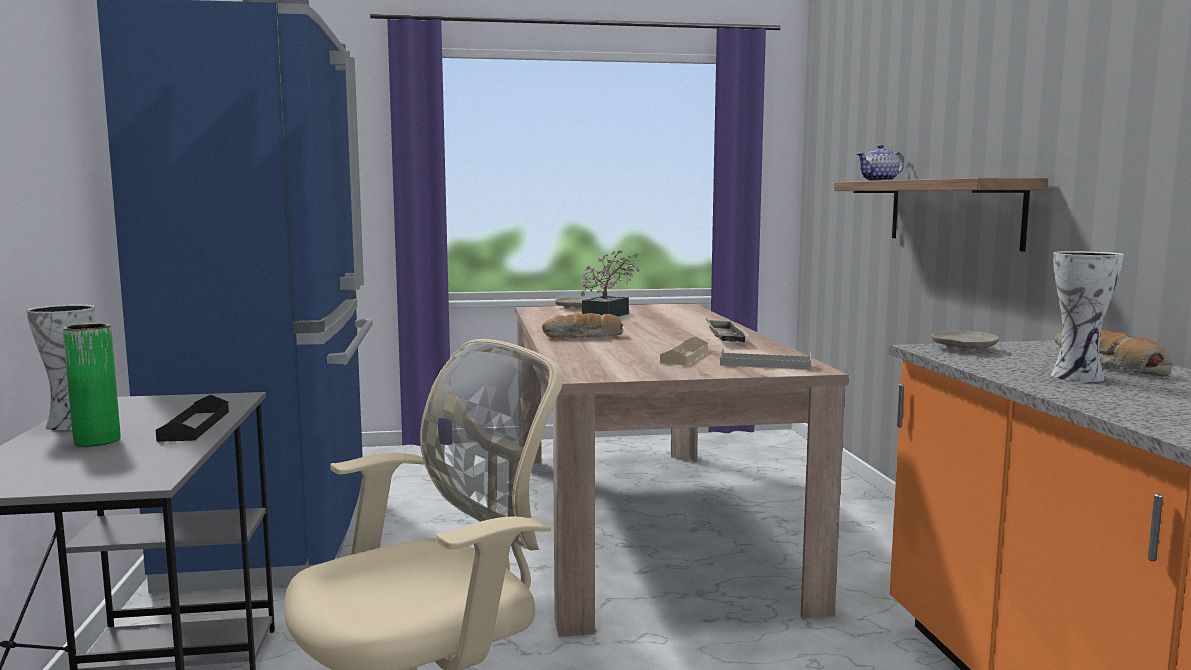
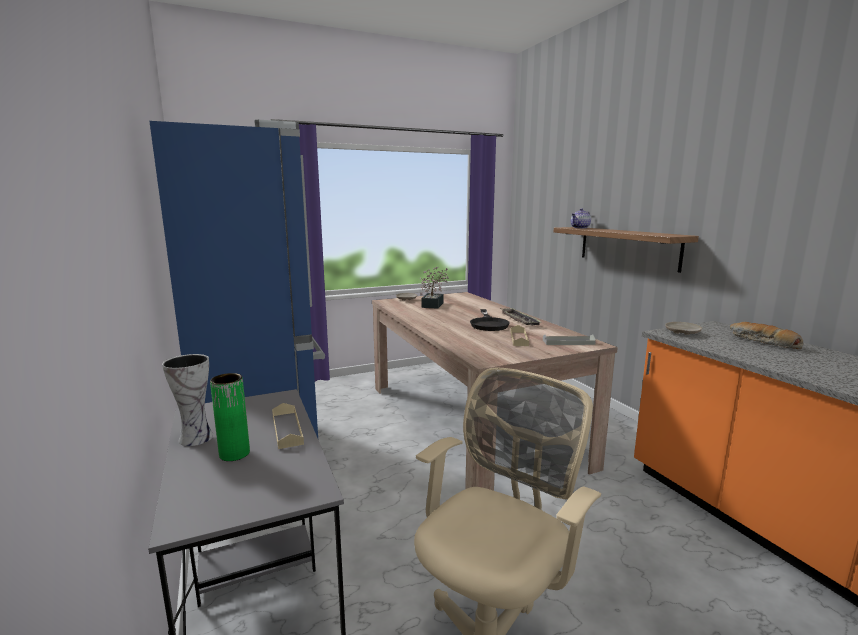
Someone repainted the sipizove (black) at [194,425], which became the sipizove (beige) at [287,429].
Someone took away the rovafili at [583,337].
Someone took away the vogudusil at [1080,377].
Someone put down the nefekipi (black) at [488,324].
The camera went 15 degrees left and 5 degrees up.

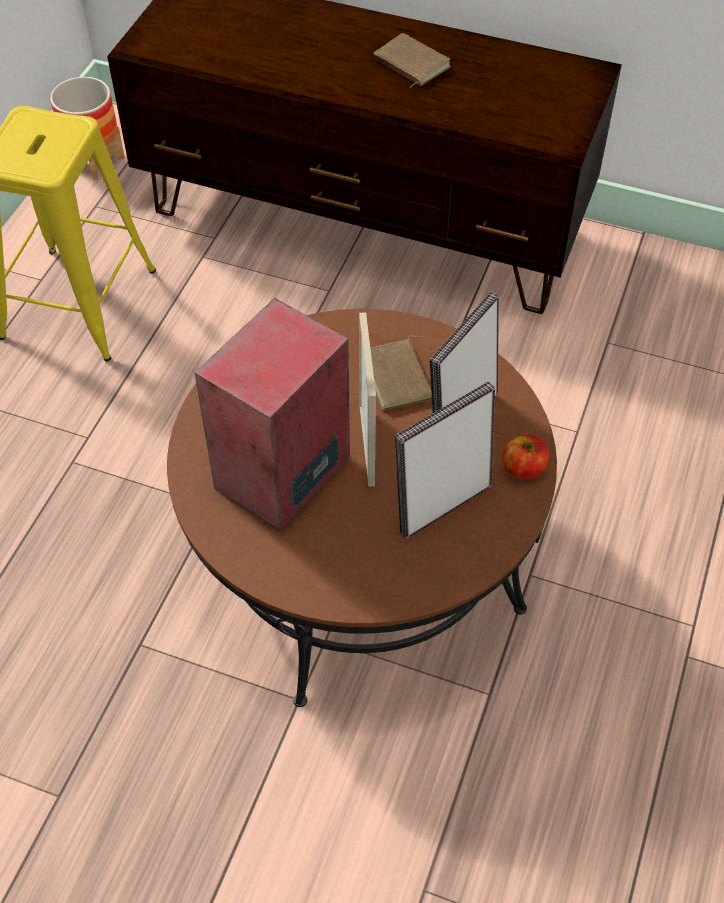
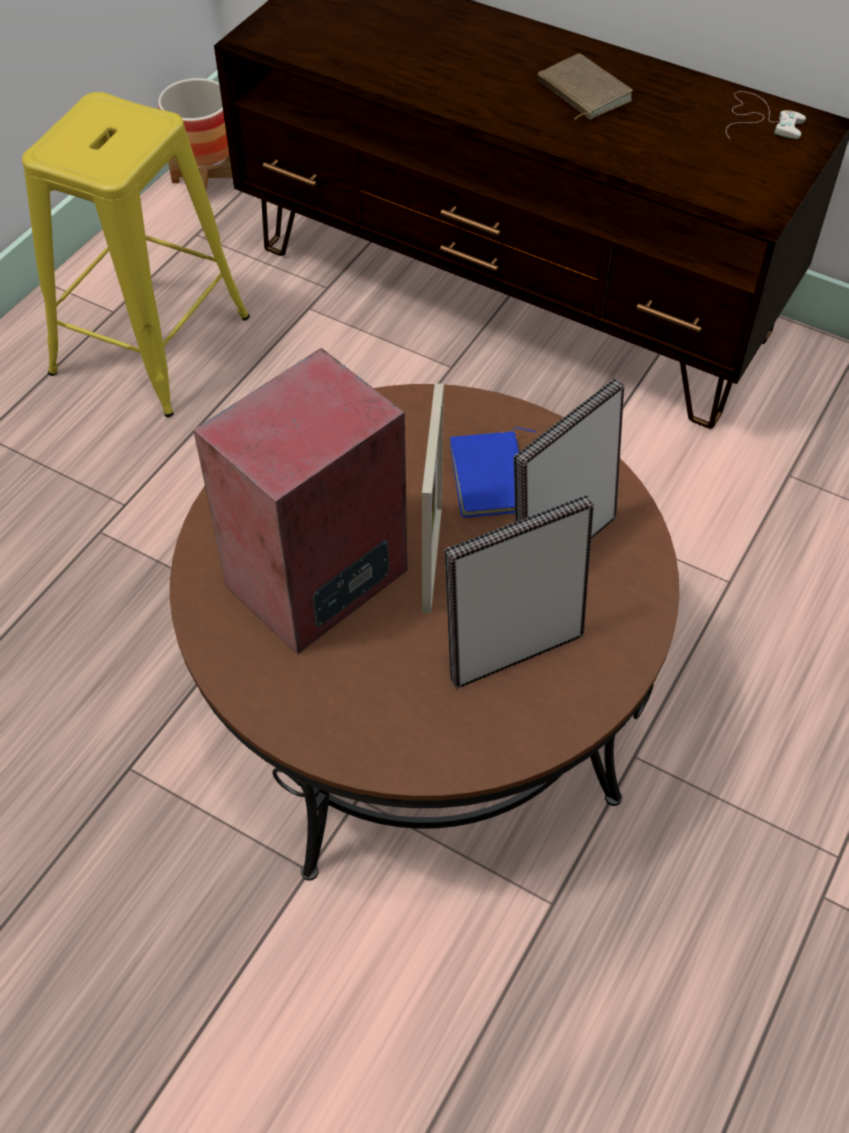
Someone repainted the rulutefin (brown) at [399,377], which became the rulutefin (blue) at [493,478].
Someone took away the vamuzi at [523,468].
Someone put down the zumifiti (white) at [760,119].
The camera went 10 degrees right and 0 degrees up.

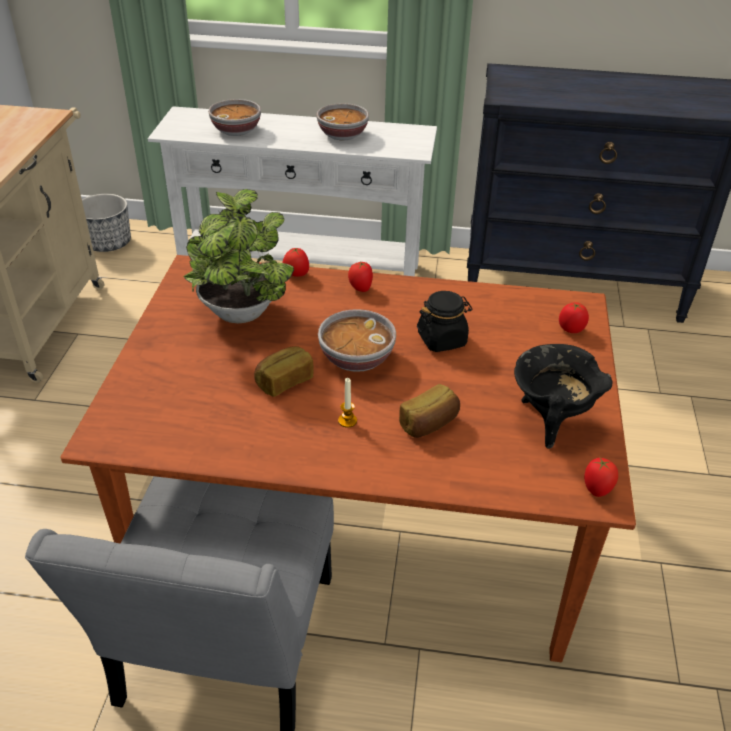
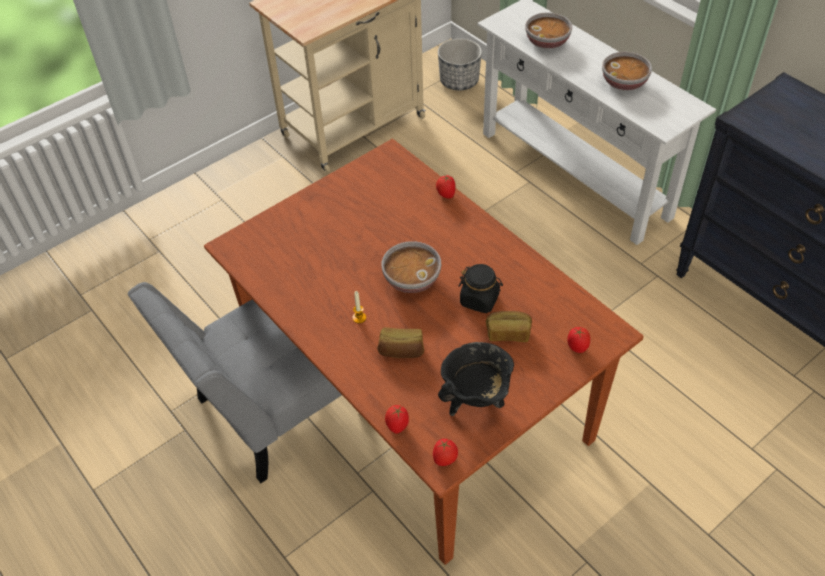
Someone took away the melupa at [240,315].
Someone carried the rovafili from [284,381] to [508,332].
Someone carried the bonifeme from [360,288] to [397,426].
The camera went 45 degrees right and 10 degrees up.

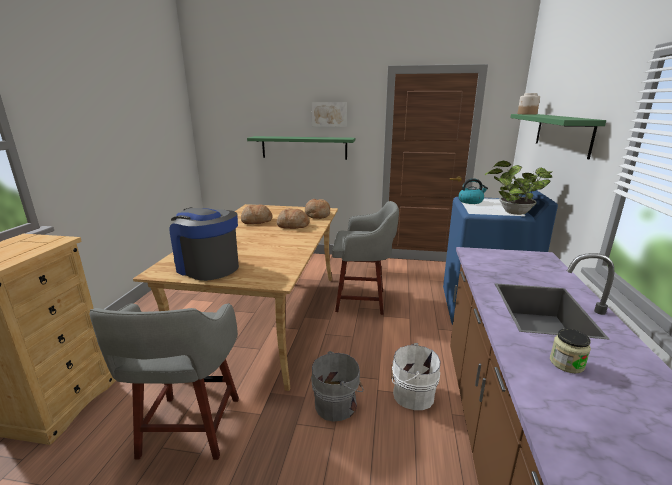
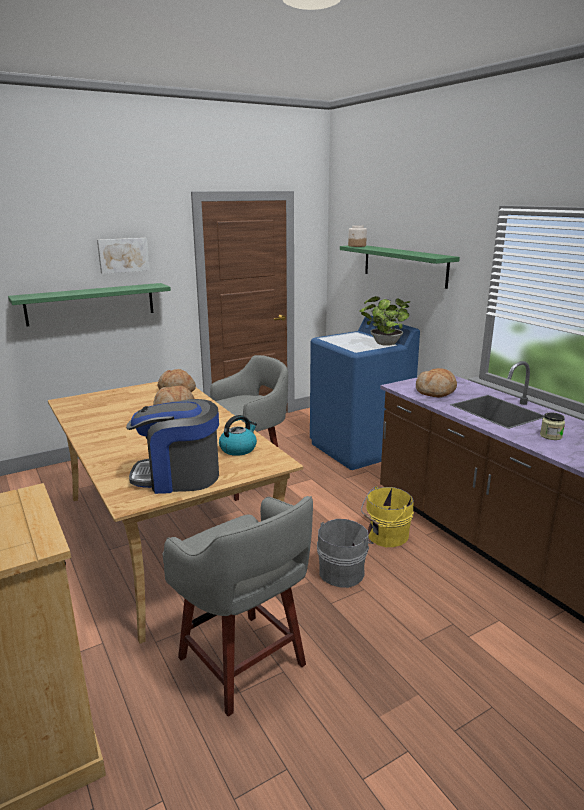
Someone carried the rovafili from [256,221] to [435,391].
Someone repainted the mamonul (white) at [411,394], which became the mamonul (yellow) at [385,536].
Someone carried the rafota from [471,201] to [238,449].
The camera went 40 degrees left and 0 degrees up.

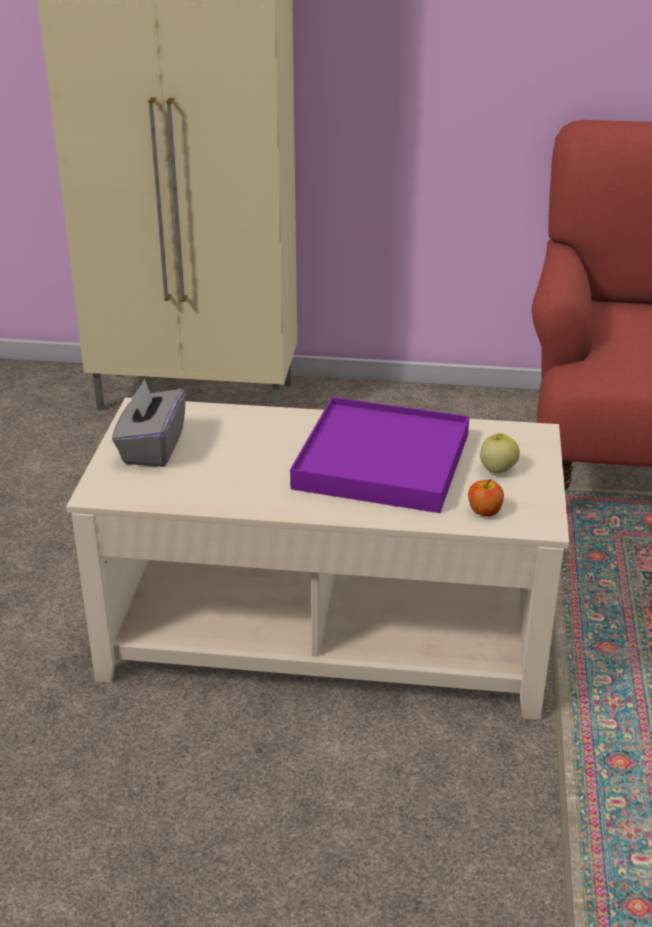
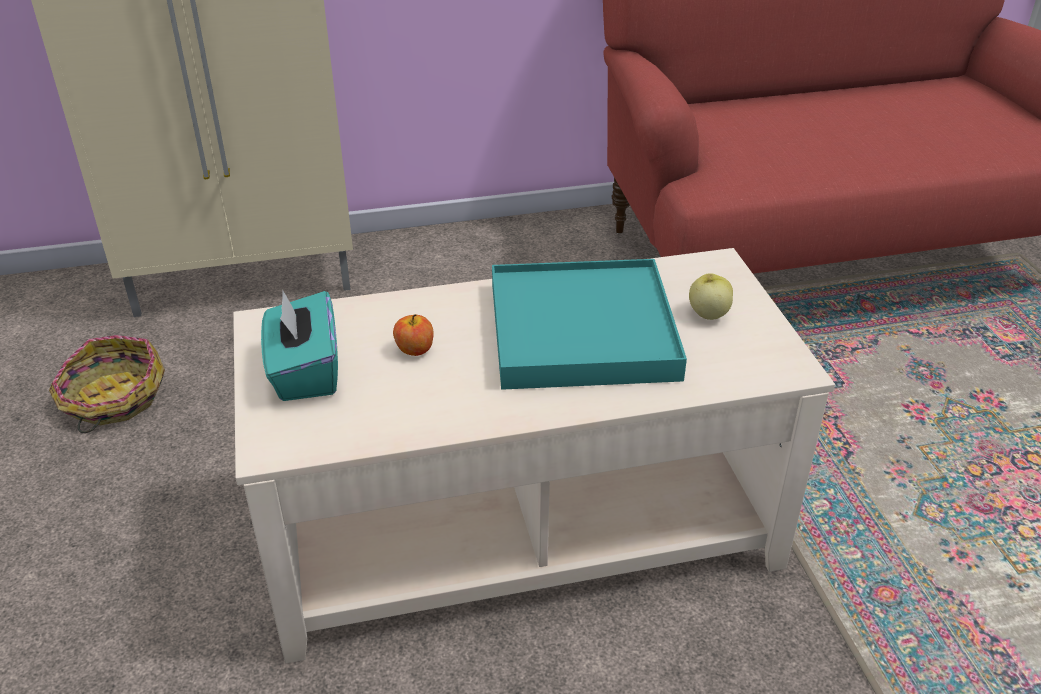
Someone repainted the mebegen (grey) at [152,448], which became the mebegen (turquoise) at [304,372].
Someone repainted the sipizove (purple) at [381,461], which became the sipizove (turquoise) at [581,331].
Someone carried the vamuzi from [484,511] to [414,350].
Someone put down the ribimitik at [112,399].
The camera went 20 degrees left and 5 degrees up.

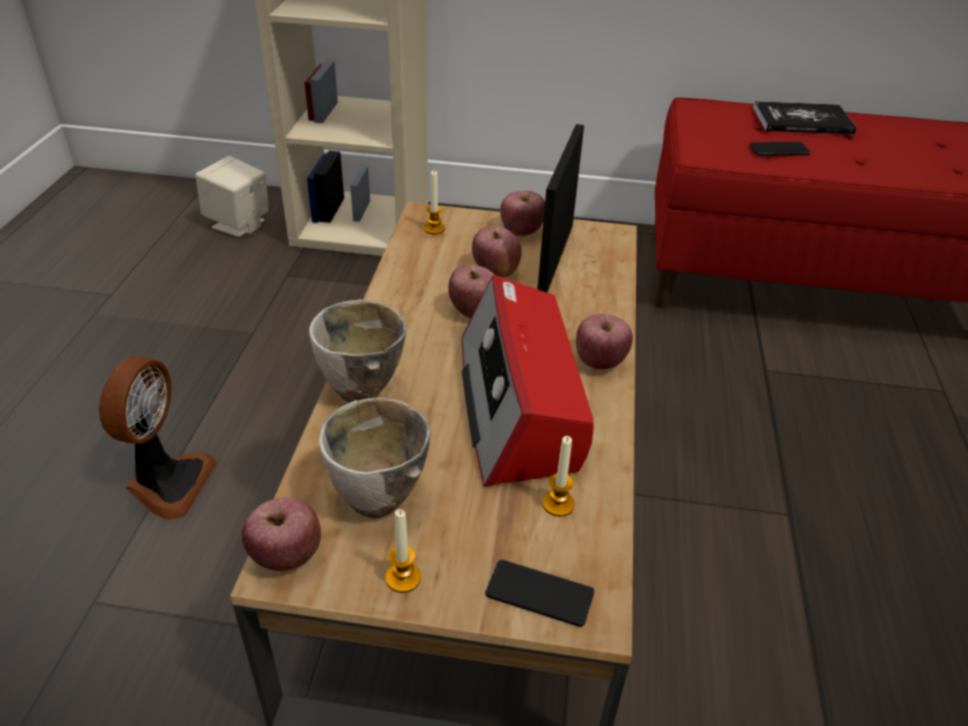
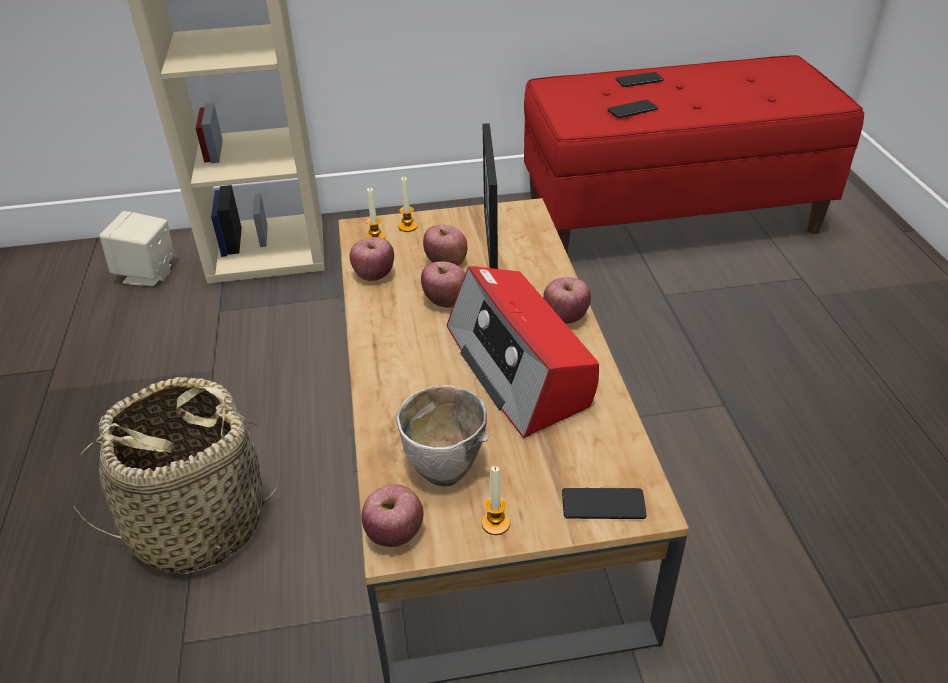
Someone swapped the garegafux at [168,482] for the ribimitik at [198,523].
Someone took away the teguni at [362,391].
Someone carried the vamuzi from [521,231] to [374,275].
Someone carried the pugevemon from [558,504] to [408,226].
Someone swapped the rulutefin at [802,120] for the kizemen at [639,80].
The camera went 15 degrees left and 0 degrees up.

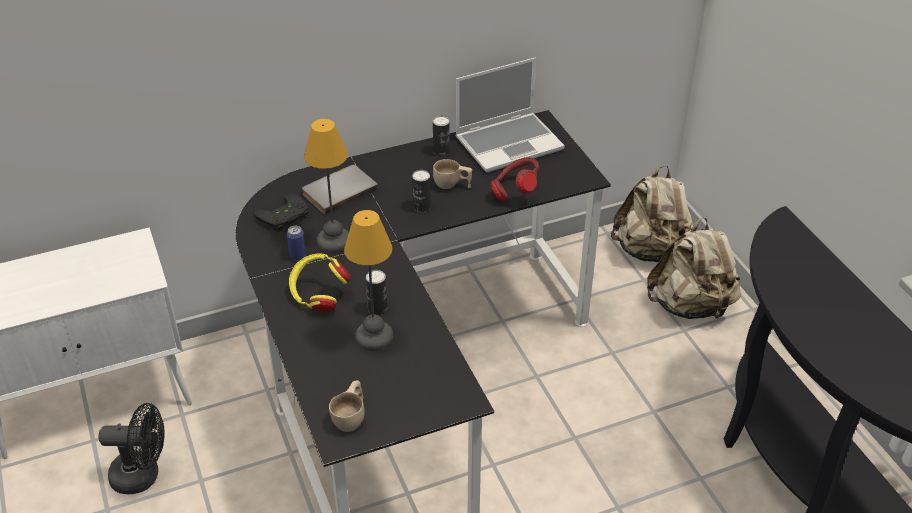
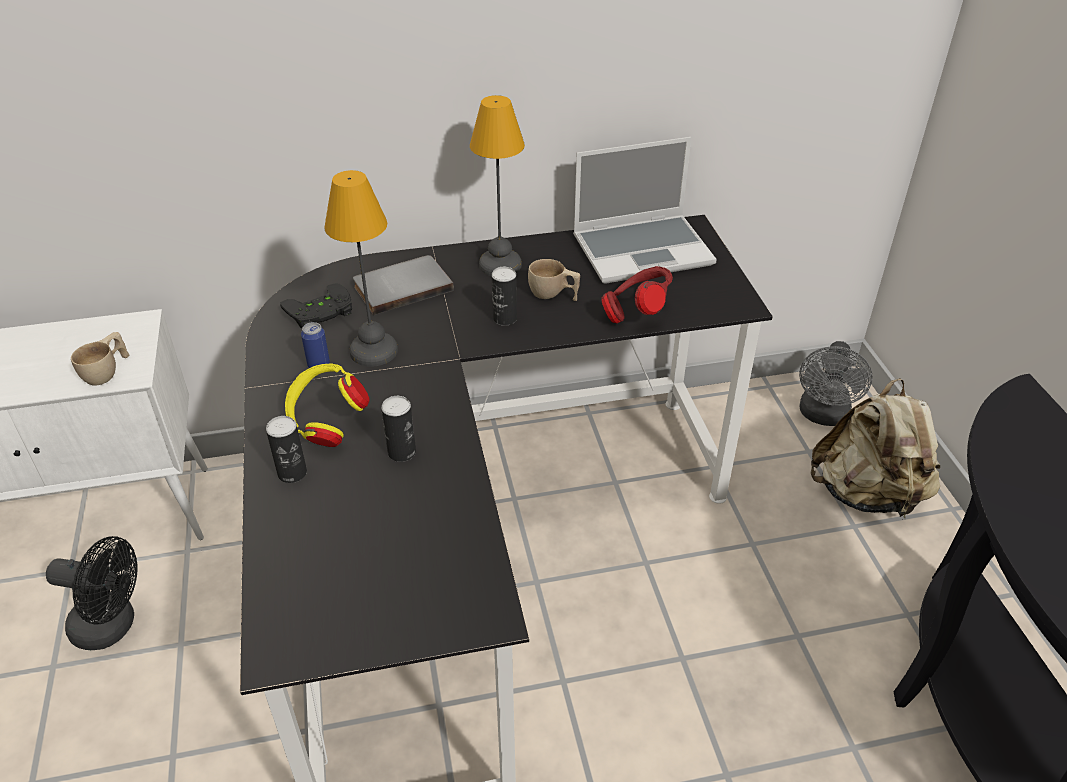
Someone carried the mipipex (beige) from [351,417] to [107,372].
Someone carried the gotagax from [373,336] to [499,264].
Someone carried the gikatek from [441,151] to [292,473].
Someone swapped the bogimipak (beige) at [651,251] for the garegafux (grey) at [823,416].
The camera went 10 degrees right and 0 degrees up.

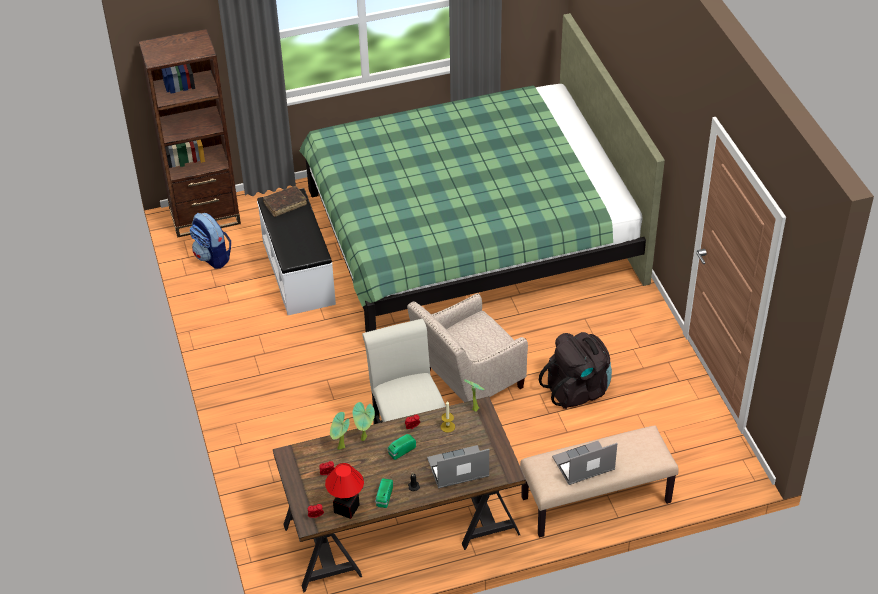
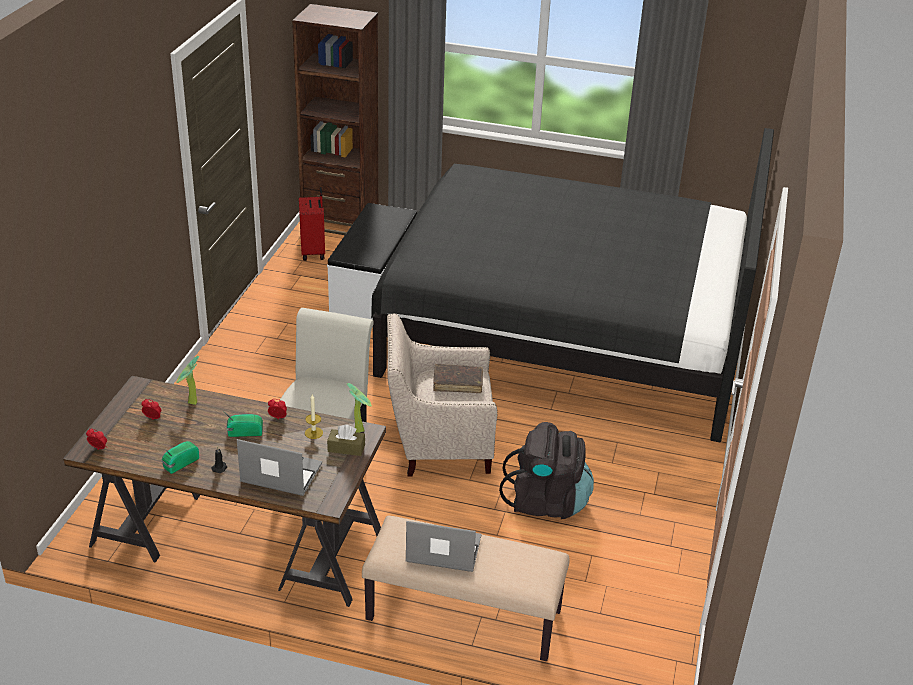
Someone swapped the bogimipak at [213,257] for the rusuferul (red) at [314,252].
Someone carried the rulutefin (brown) from [285,204] to [458,383].
Someone repainted the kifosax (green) at [471,235], which became the kifosax (black) at [567,326].
Someone took away the gotagax at [347,509].
Someone took away the melupa at [365,439].
Someone put down the mebegen (brown) at [346,448].
The camera went 30 degrees right and 10 degrees down.

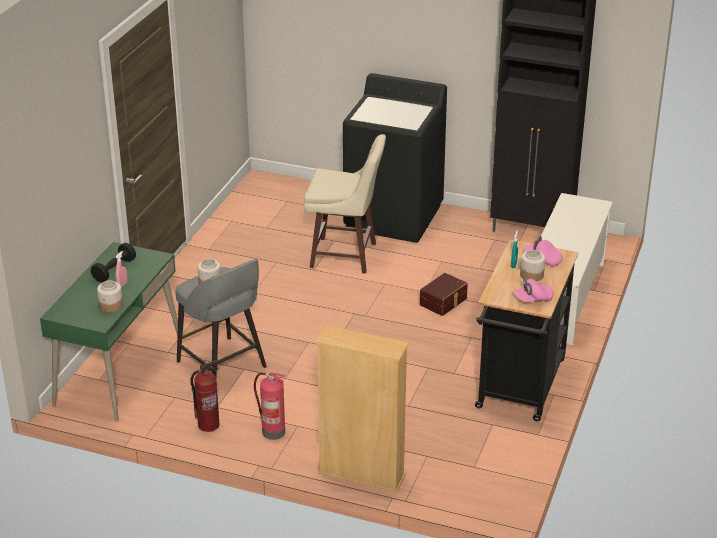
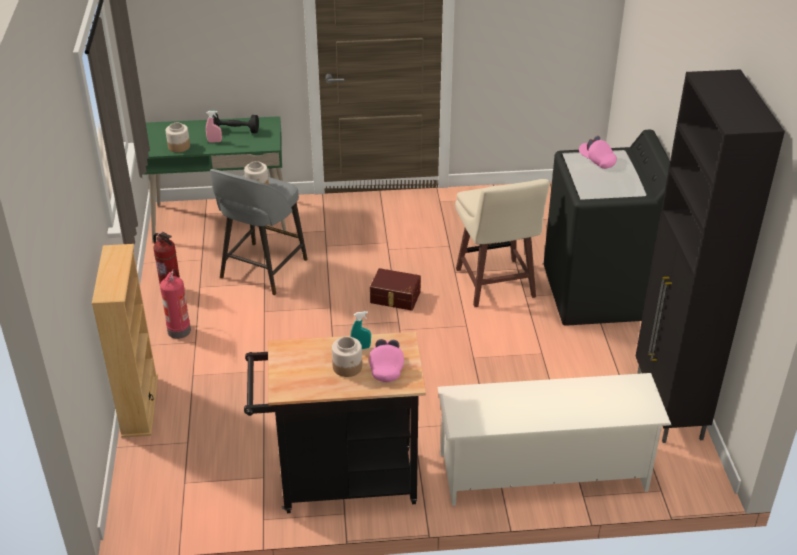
Someone carried the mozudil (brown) from [444,302] to [395,297].
Someone carried the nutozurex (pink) from [533,299] to [596,160].
The camera went 65 degrees right and 5 degrees up.

